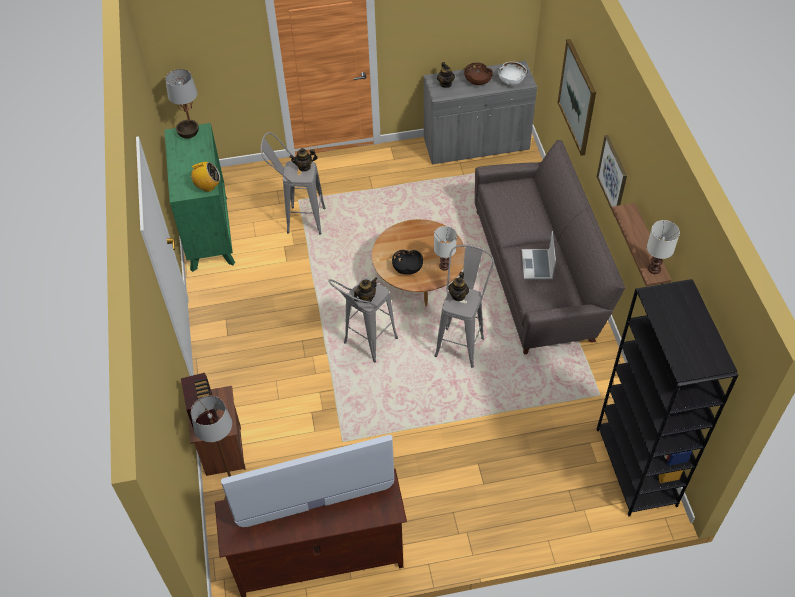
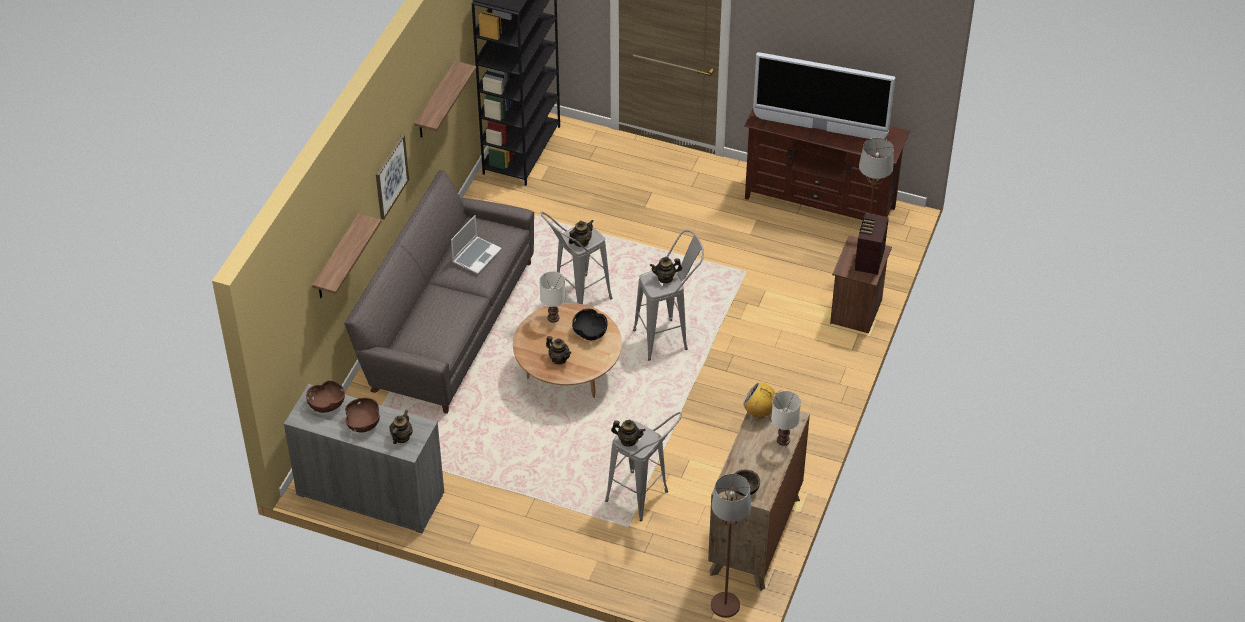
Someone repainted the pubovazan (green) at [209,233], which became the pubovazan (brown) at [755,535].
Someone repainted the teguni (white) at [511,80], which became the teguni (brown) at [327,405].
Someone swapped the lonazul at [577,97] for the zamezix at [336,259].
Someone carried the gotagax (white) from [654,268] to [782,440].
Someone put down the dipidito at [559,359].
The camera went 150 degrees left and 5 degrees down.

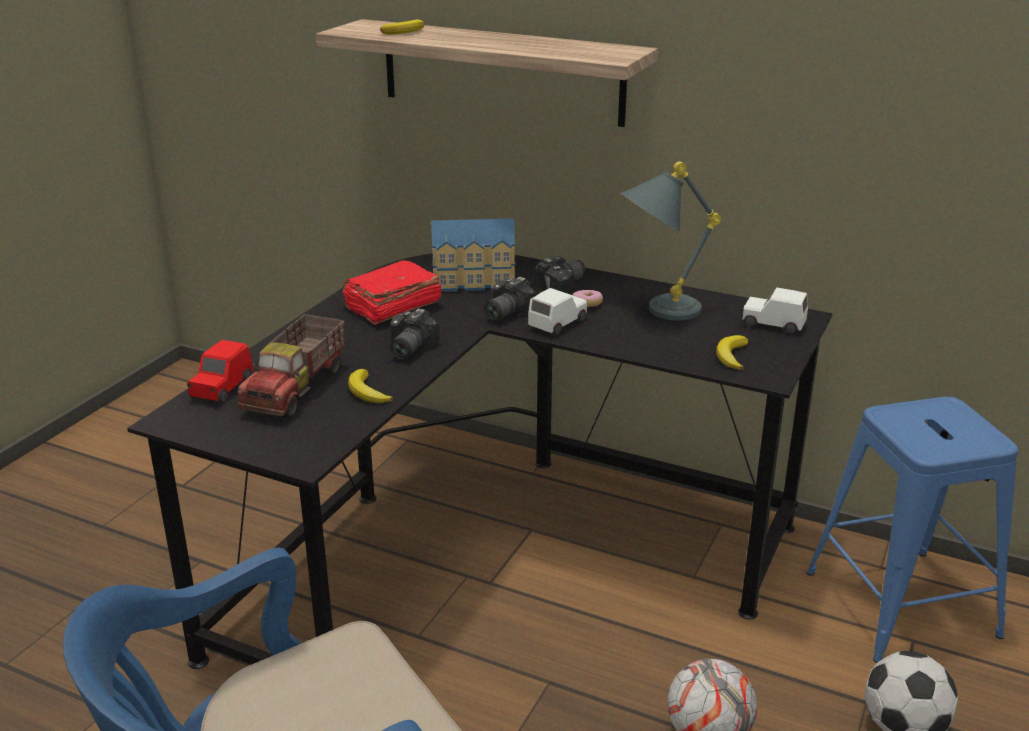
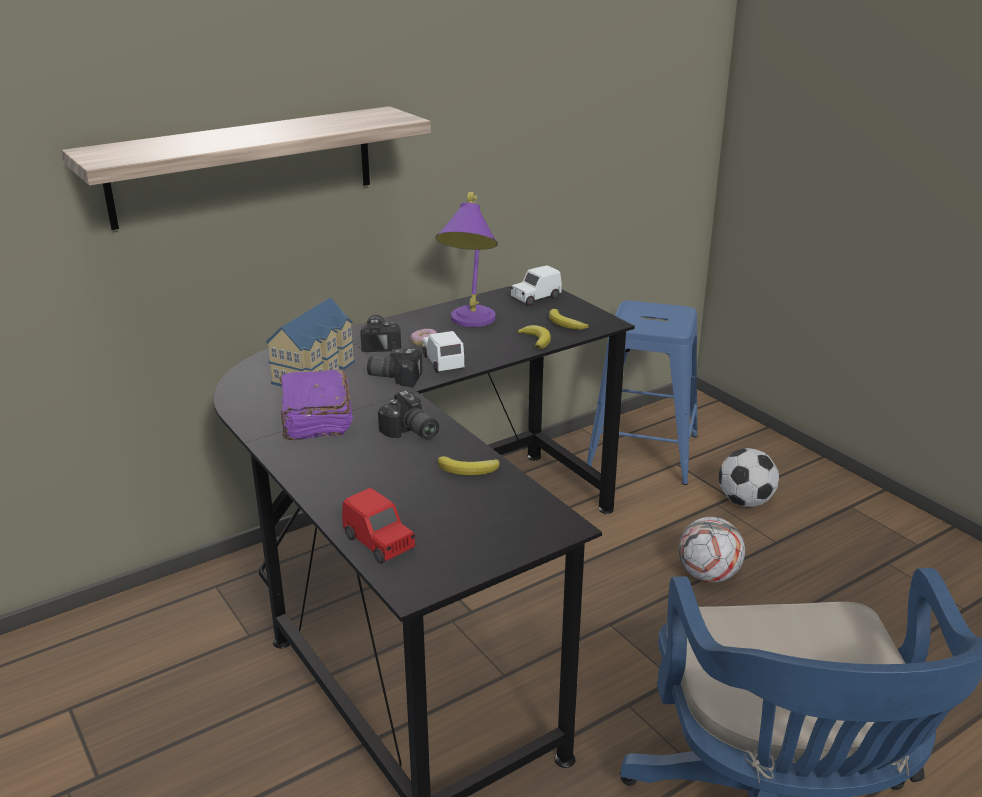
Someone took away the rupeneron at [297,389].
Someone repainted the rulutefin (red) at [391,307], which became the rulutefin (purple) at [315,419].
Someone carried the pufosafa from [405,31] to [536,340].
Someone rotated the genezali at [504,313] by 120 degrees clockwise.
Someone repainted the gotagax (grey) at [656,312], which became the gotagax (purple) at [469,325].
The camera went 60 degrees left and 0 degrees up.

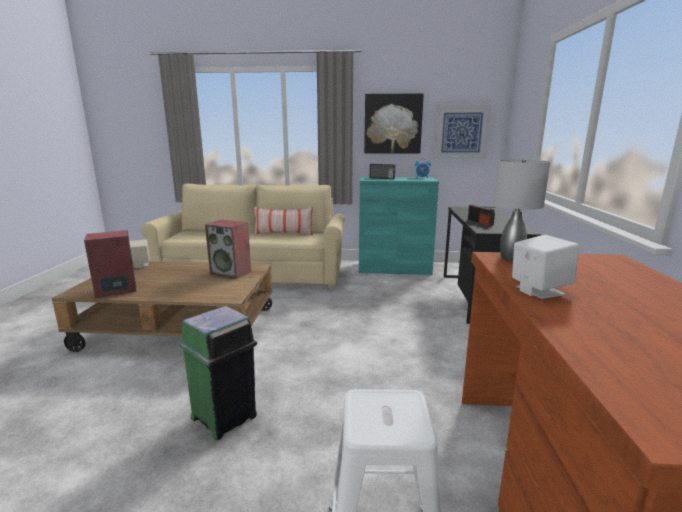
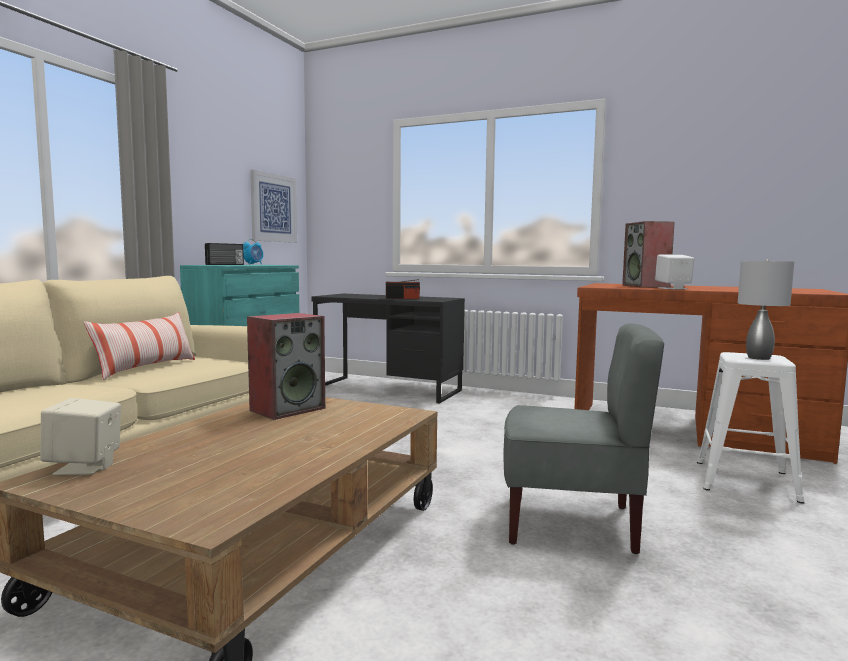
Someone carried the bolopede from [115,290] to [646,286].
Someone swapped the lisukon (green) at [225,416] for the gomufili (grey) at [571,523].
Someone took away the lonazul at [393,124].
Someone carried the gotagax (grey) from [511,257] to [758,358].
The camera went 70 degrees left and 10 degrees down.

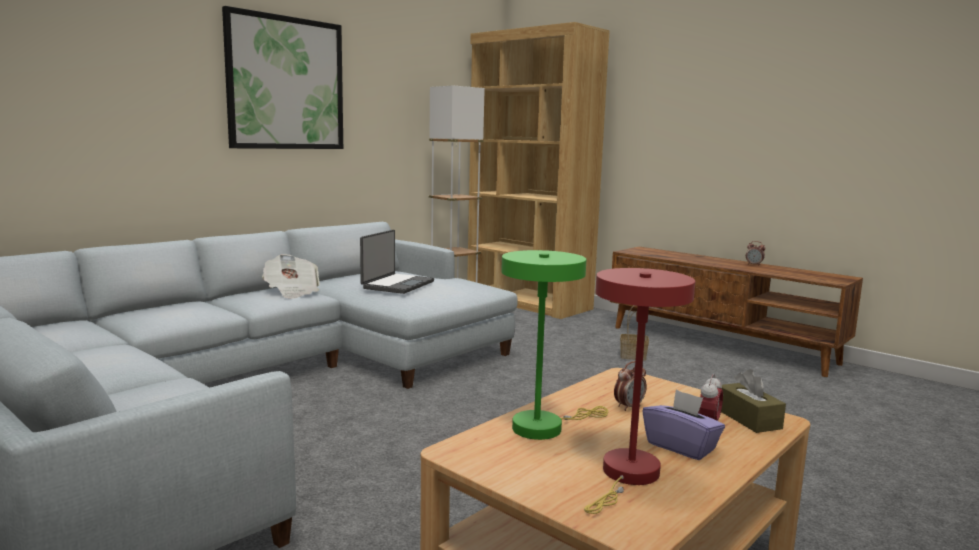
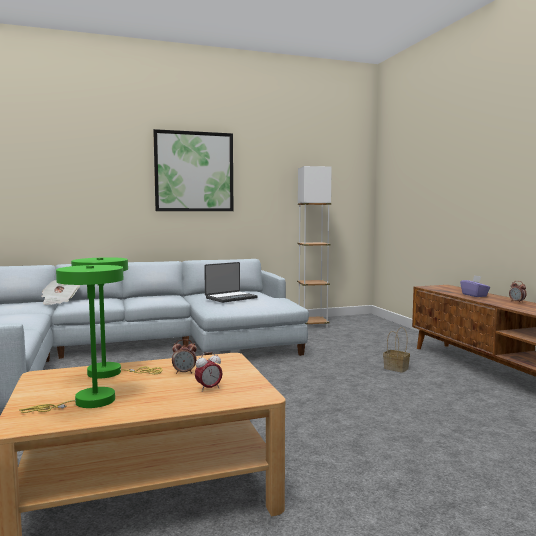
Someone carried the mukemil from [292,292] to [59,301].
Someone took away the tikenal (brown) at [528,302].
Someone repainted the gotagax (red) at [627,476], which became the gotagax (green) at [87,402].
Someone carried the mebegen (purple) from [681,447] to [474,295].
Someone took away the mebegen (brown) at [748,419].
The camera went 30 degrees right and 5 degrees down.

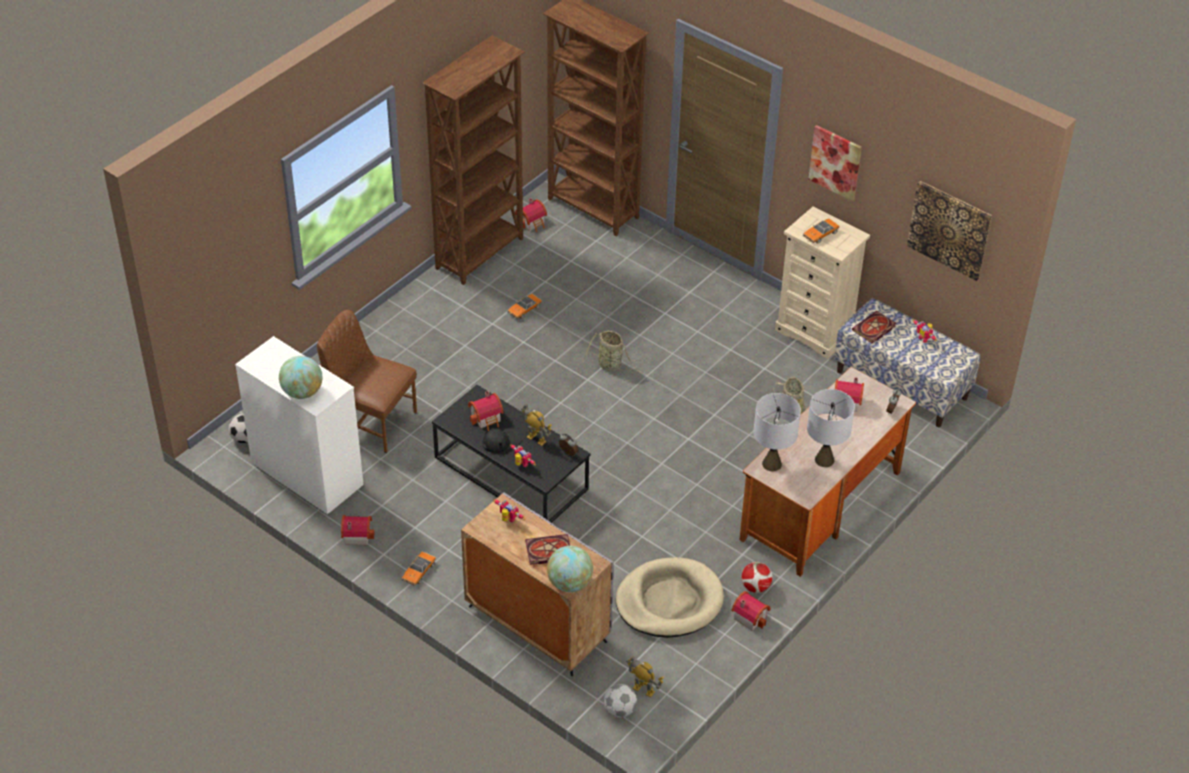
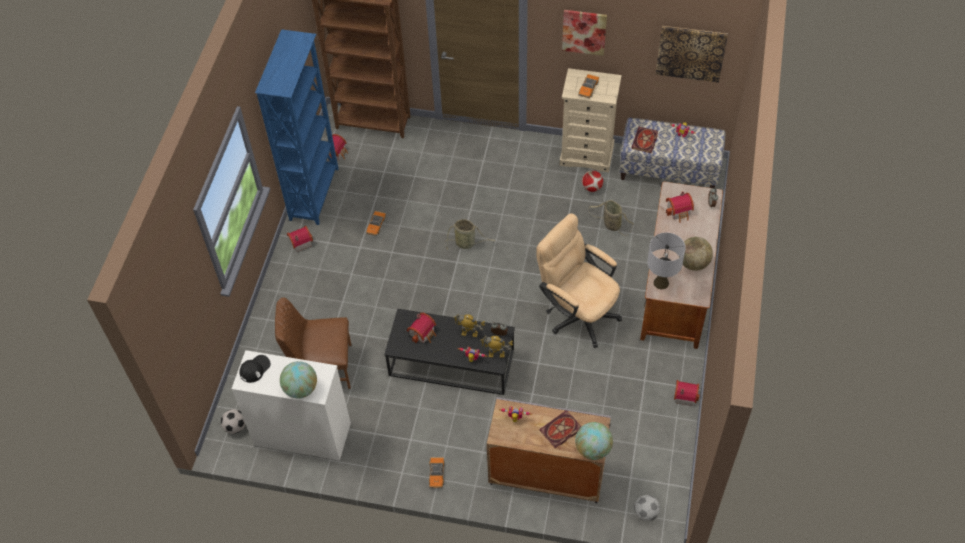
Someone carried the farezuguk from [357,534] to [300,242].
Someone repainted the tikenal (brown) at [481,253], which became the tikenal (blue) at [315,193].
Someone carried the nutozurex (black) from [501,442] to [255,369].
Someone took away the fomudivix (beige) at [669,601].
Someone carried the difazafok from [643,690] to [496,354].
Someone carried the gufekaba from [755,587] to [592,188].
Someone swapped the gotagax (grey) at [824,460] for the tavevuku at [693,263].
Someone put down the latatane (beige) at [577,312].
The camera went 25 degrees left and 10 degrees up.

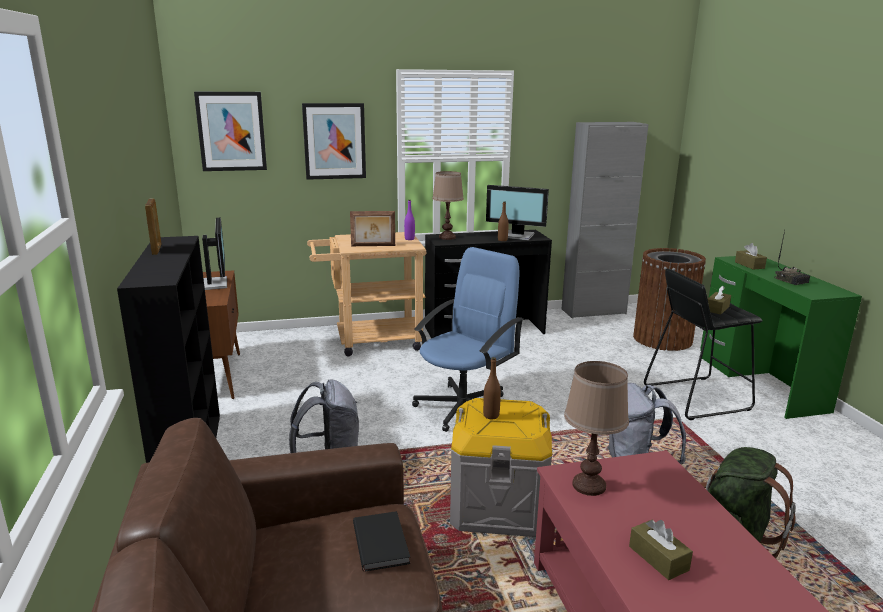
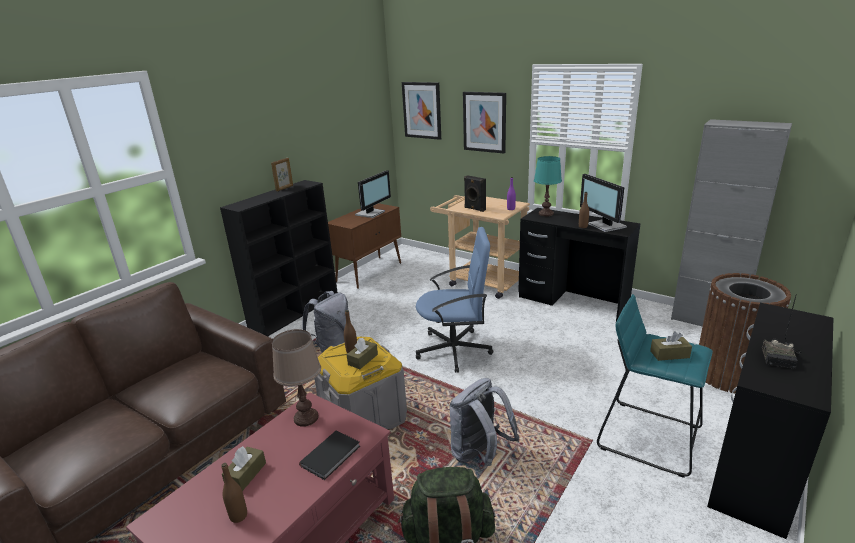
Someone swapped the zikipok at [373,246] for the bolopede (black) at [474,209].
Someone carried the rulutefin (black) from [382,542] to [332,456].
Someone repainted the gotagax (brown) at [447,237], which became the gotagax (turquoise) at [545,214].
Someone repainted the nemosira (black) at [696,397], which became the nemosira (turquoise) at [649,436].
Someone repainted the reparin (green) at [761,383], which became the reparin (black) at [757,464].
Someone carried the mebegen (brown) from [749,265] to [363,359].
Someone put down the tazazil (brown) at [238,516].
The camera went 50 degrees right and 5 degrees up.

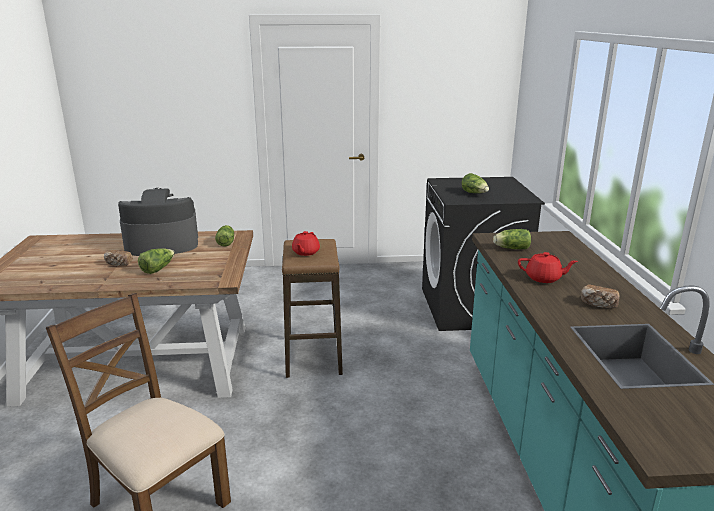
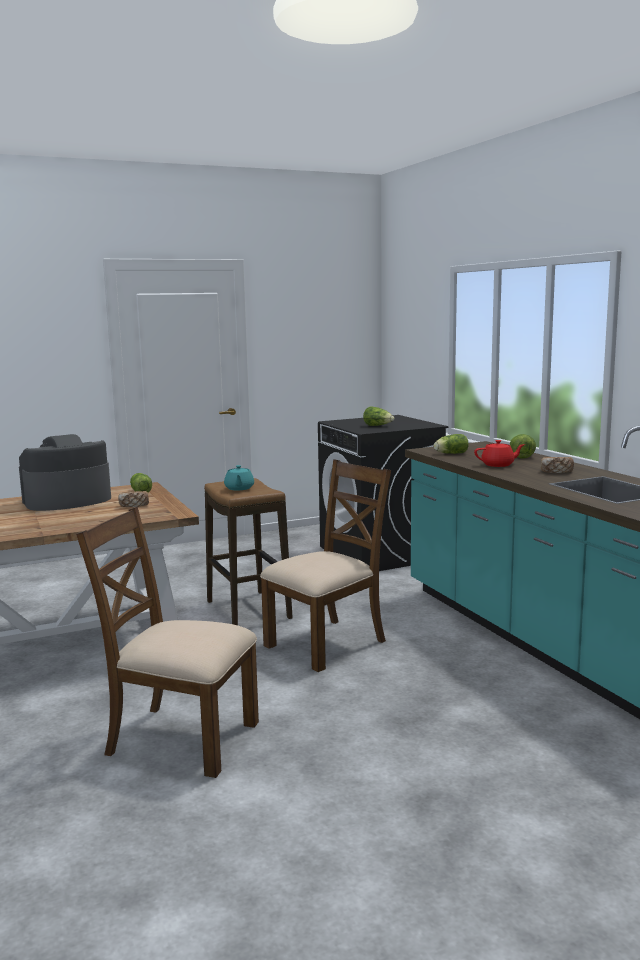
Someone carried the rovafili from [118,264] to [134,506].
Someone carried the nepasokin from [158,269] to [521,456].
Someone repainted the dipidito (red) at [305,252], which became the dipidito (turquoise) at [239,488].
Someone put down the gomufili (brown) at [327,643].
The camera went 20 degrees left and 10 degrees down.

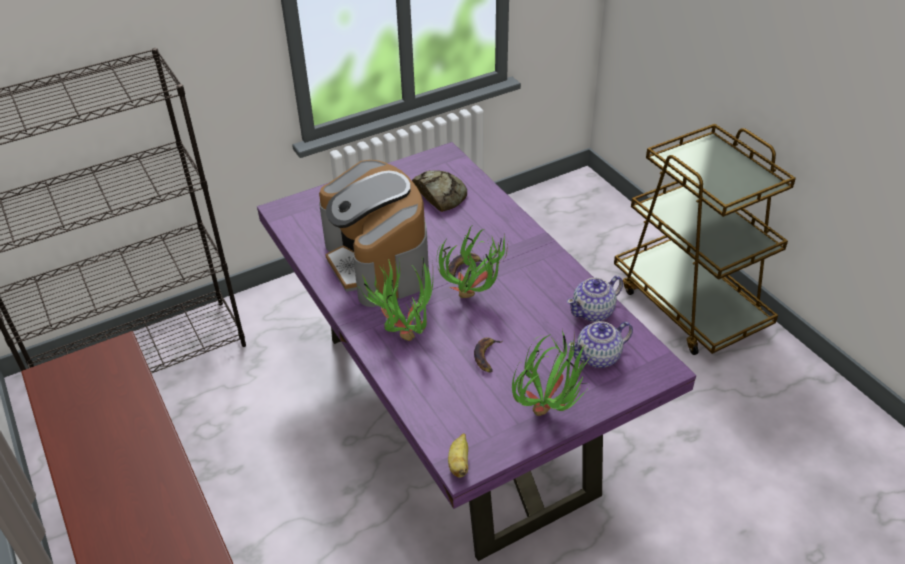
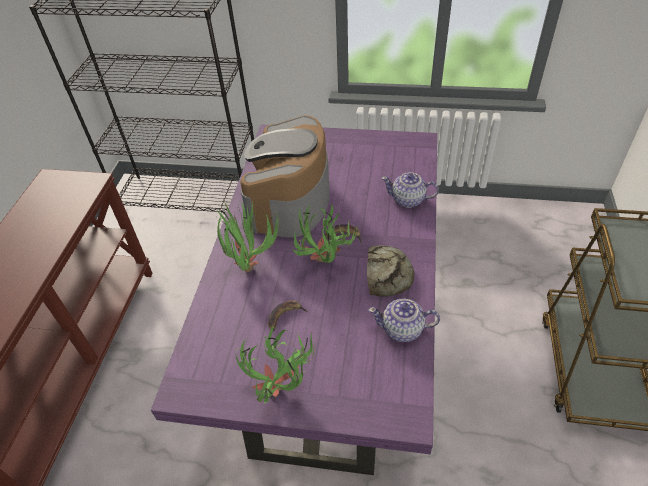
Someone carried the rovafili from [440,194] to [387,274].
Someone took away the pufosafa at [459,463].
Someone carried the dipidito from [599,357] to [408,200].
The camera went 40 degrees right and 5 degrees up.

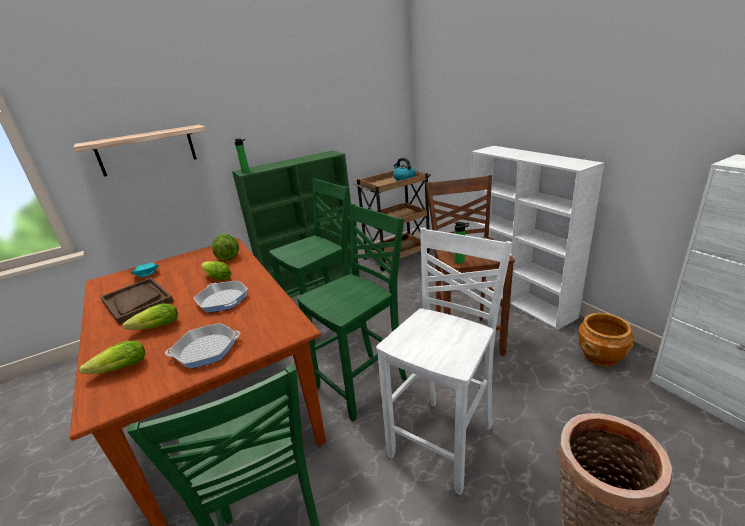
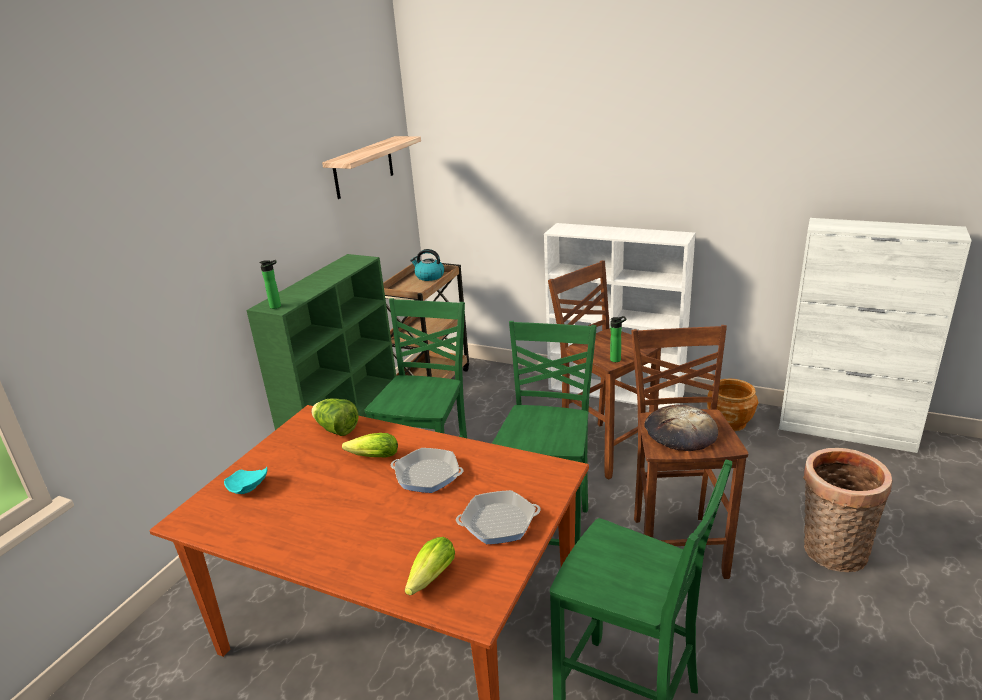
Someone carried the zamezix from [146,150] to [363,167].
Someone took away the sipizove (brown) at [137,301].
Someone took away the nepasokin at [154,328].
Someone rotated the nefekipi at [206,350] by 135 degrees counterclockwise.
Someone repainted the nemosira (white) at [444,441], which became the nemosira (brown) at [676,545].
Someone put down the rovafili at [680,432].
The camera went 35 degrees left and 0 degrees up.

